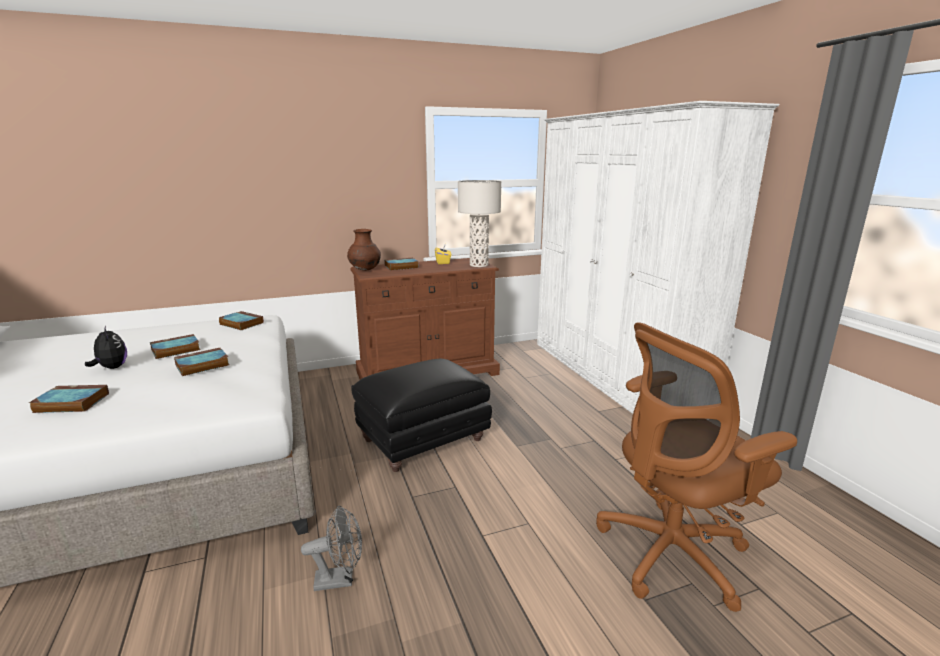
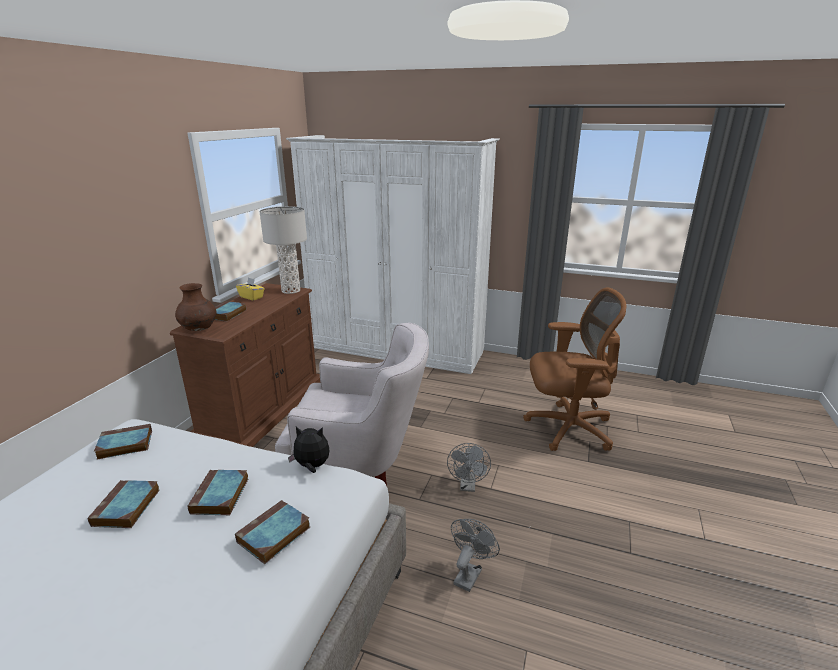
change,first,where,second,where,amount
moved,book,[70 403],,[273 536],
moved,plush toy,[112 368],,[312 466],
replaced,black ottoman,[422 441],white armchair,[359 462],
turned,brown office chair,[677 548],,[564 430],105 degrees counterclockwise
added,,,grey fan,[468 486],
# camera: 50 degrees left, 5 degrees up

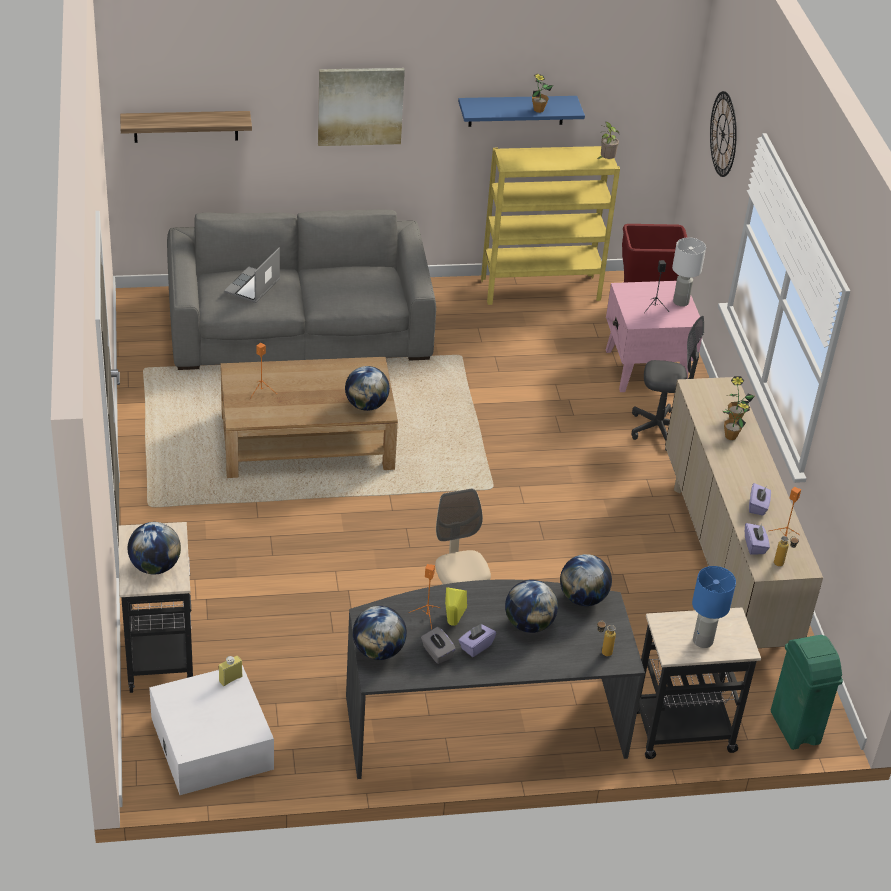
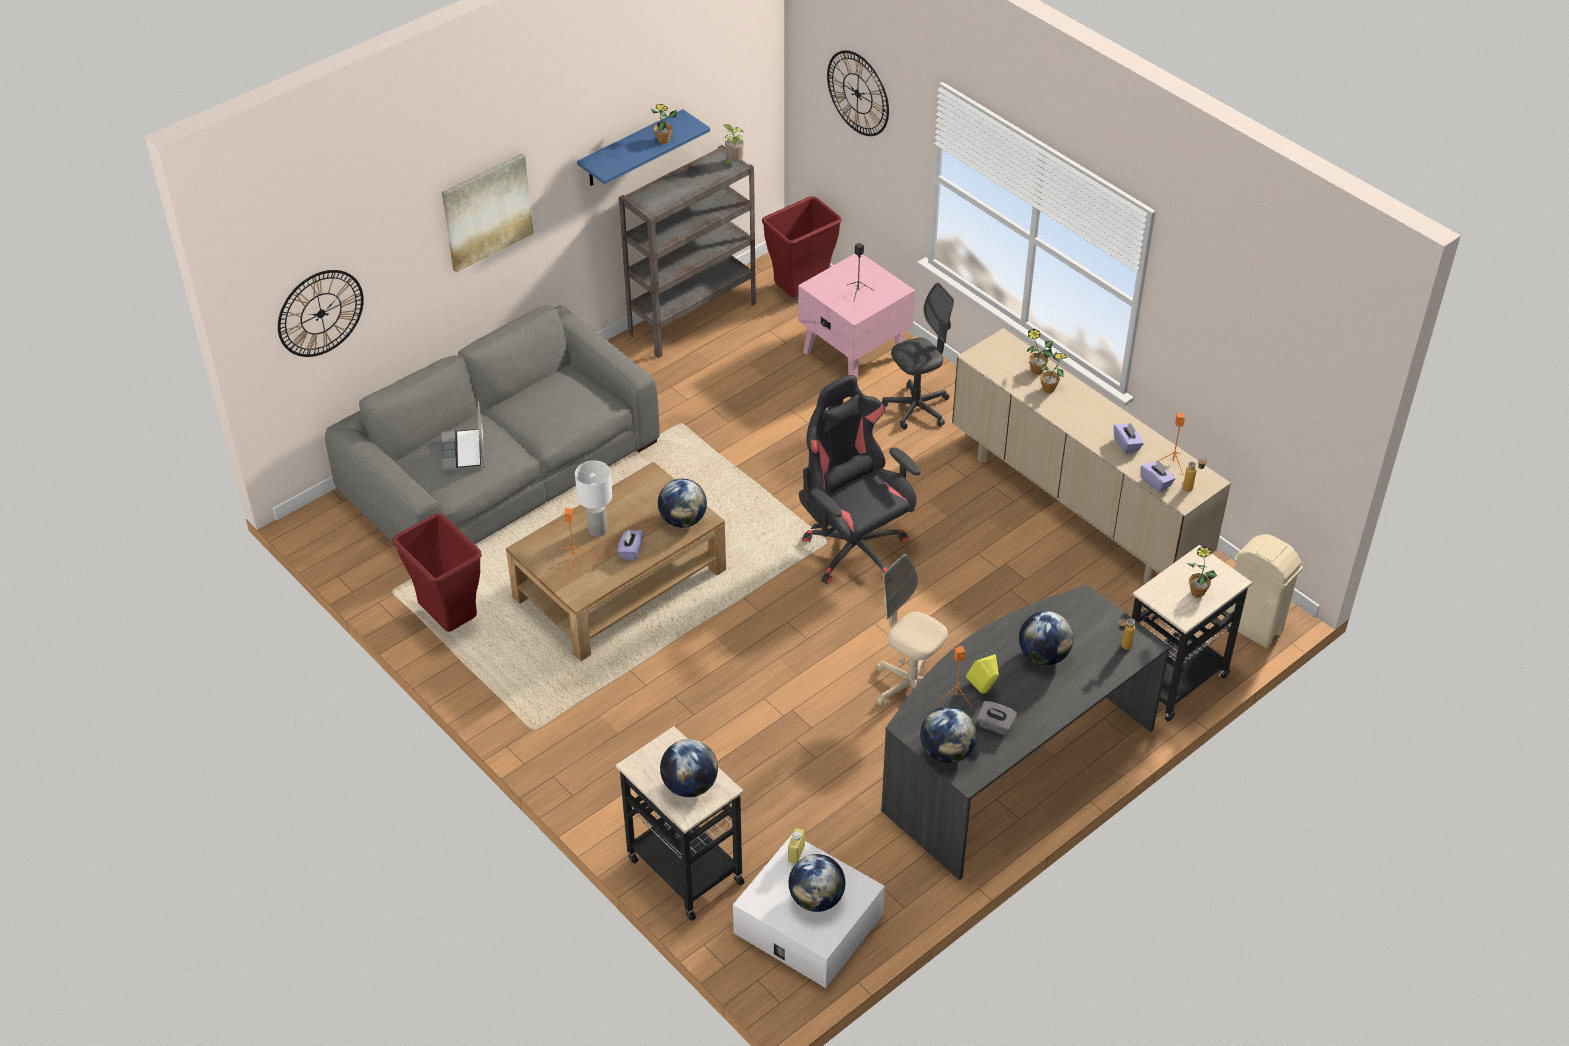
change,first,where,second,where,amount
replaced,shelf,[186 126],wall clock,[320 313],
moved,purple tissue box,[476 646],,[631 551],
recoloured,yellow bookcase,[540 289],grey bookcase,[692 318],
moved,globe,[583 598],,[816 898],
moved,white table lamp,[681 302],,[598 530],
replaced,blue table lamp,[702 641],potted plant,[1197 592],
recoloured,green trash can,[795 728],beige trash can,[1253 628],
added,,,red trash can,[448 621],
added,,,black office chair,[856 552],
# camera: 30 degrees left, 5 degrees up

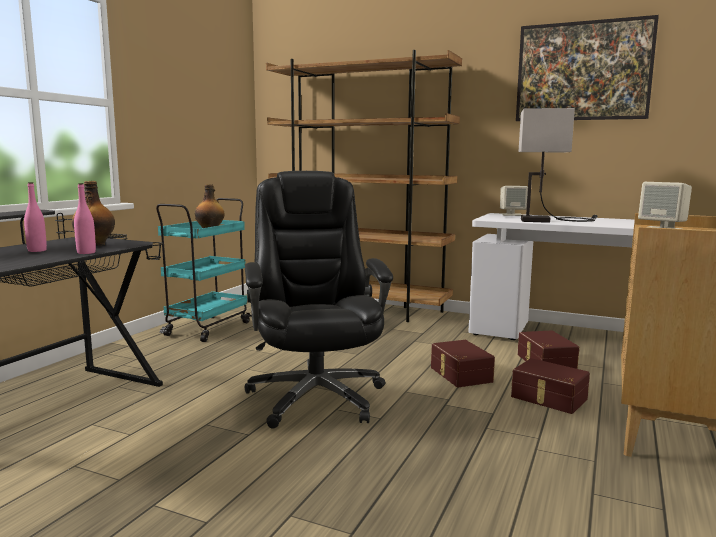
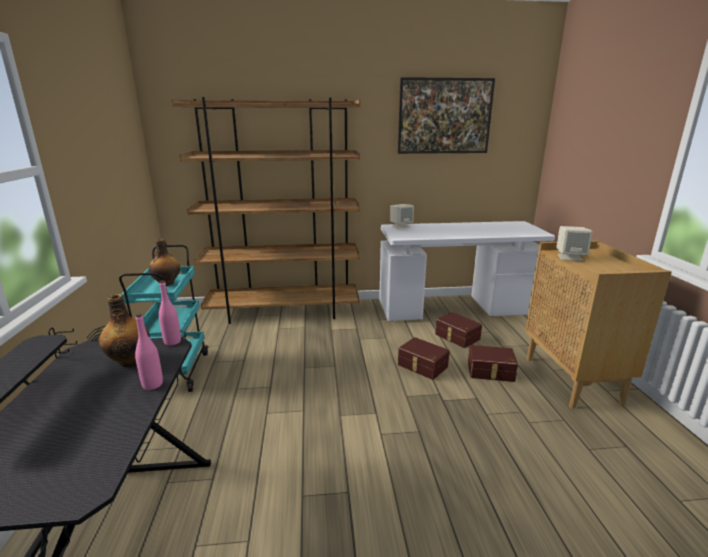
change,first,where,second,where,amount
moved,pink bottle,[37 250],,[172 342],
removed,black office chair,[316 396],,,
removed,table lamp,[553 220],,,
# camera: 30 degrees left, 10 degrees up

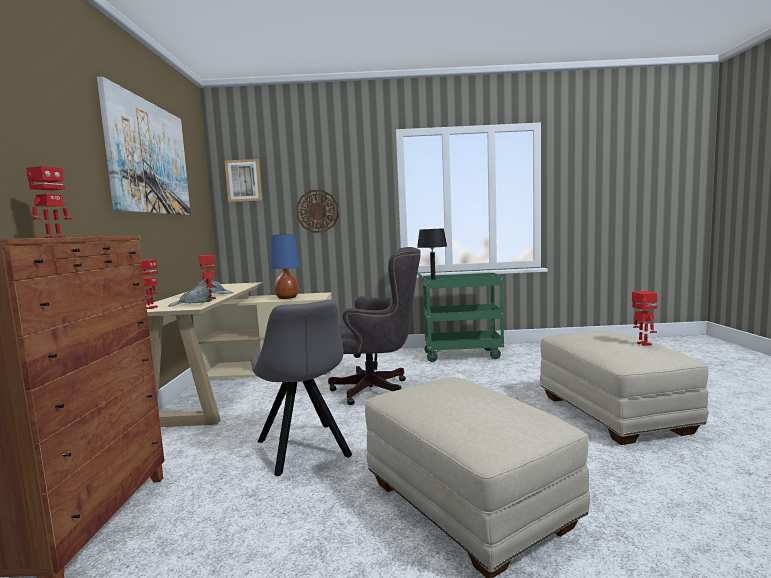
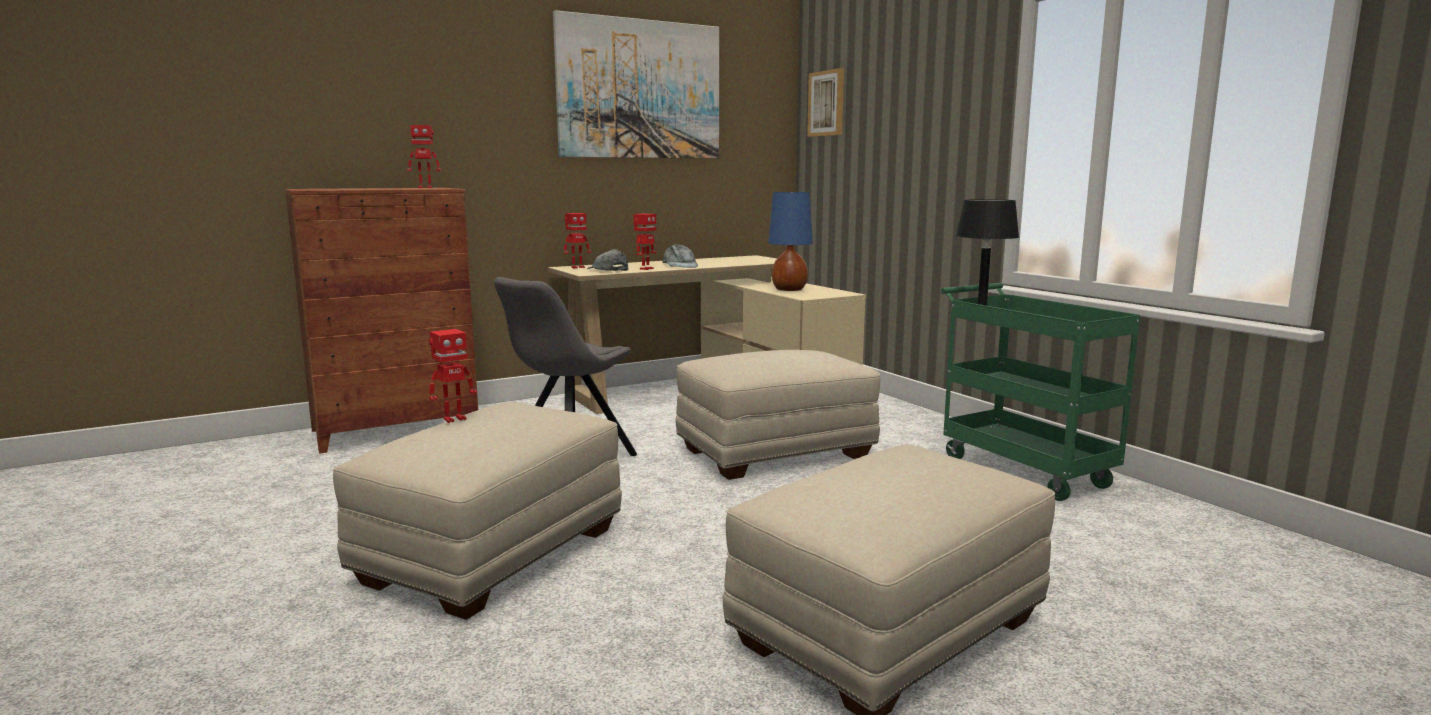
change,first,where,second,where,amount
removed,wall clock,[317 211],,,
replaced,grey office chair,[377 390],beige ottoman,[774 453],
moved,toy robot,[643 344],,[454 419],
# camera: 60 degrees right, 5 degrees up

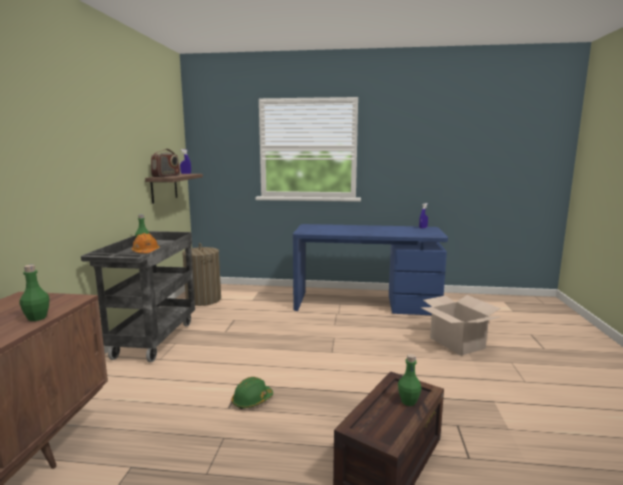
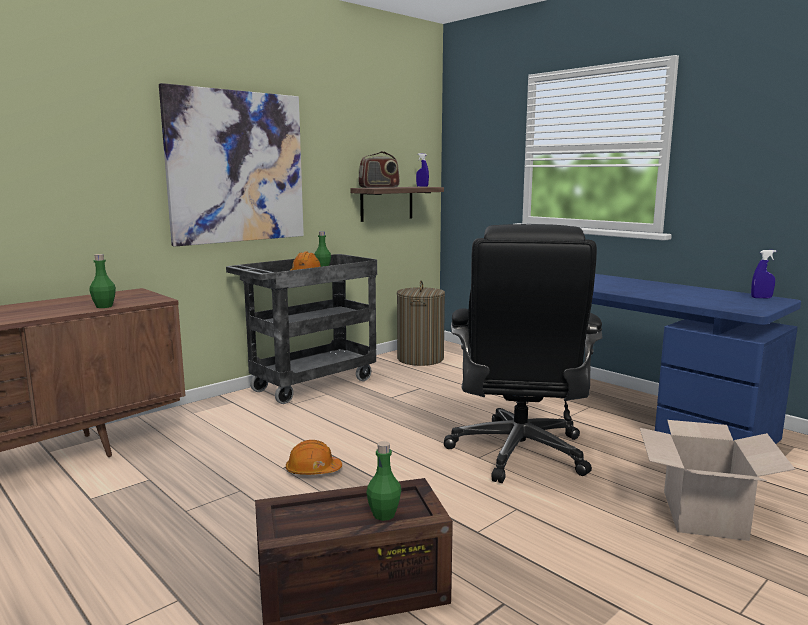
change,first,where,second,where,amount
recoloured,green hard hat,[252 400],orange hard hat,[313 470],
added,,,picture,[236 167],
added,,,black office chair,[519 452],
# camera: 40 degrees right, 0 degrees up

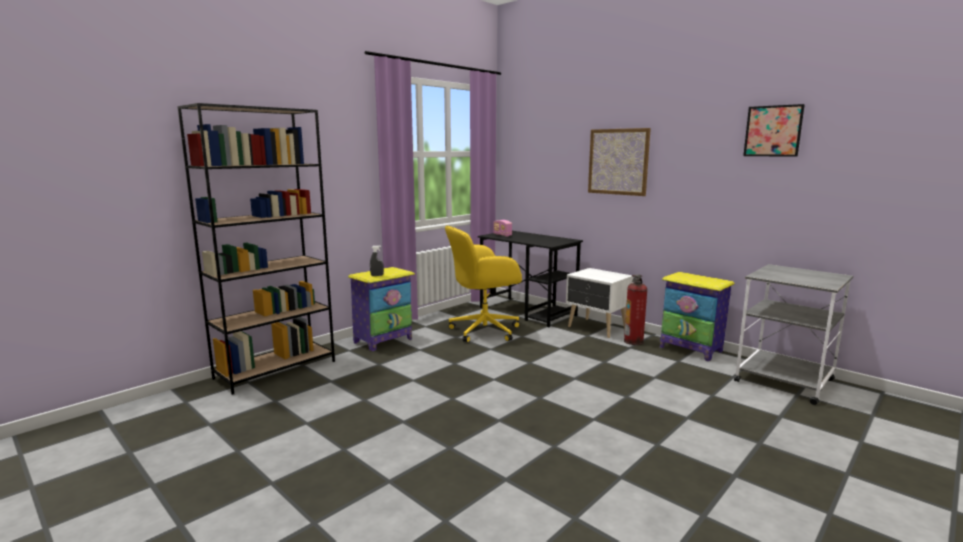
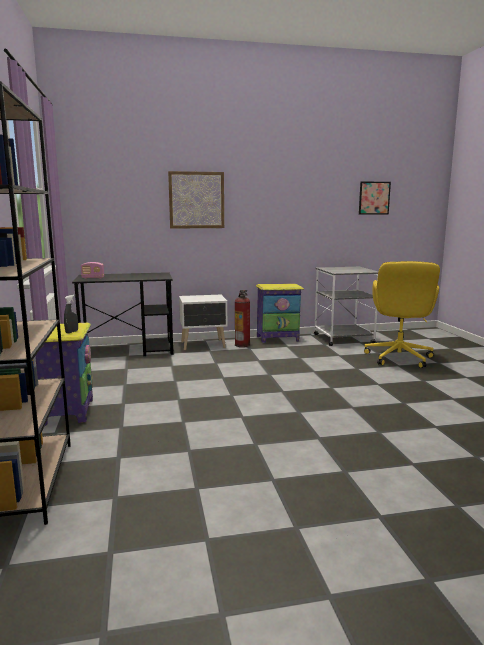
change,first,where,second,where,amount
moved,yellow office chair,[484 331],,[398 358],
moved,picture,[773 131],,[374 198],
# camera: 55 degrees left, 0 degrees up

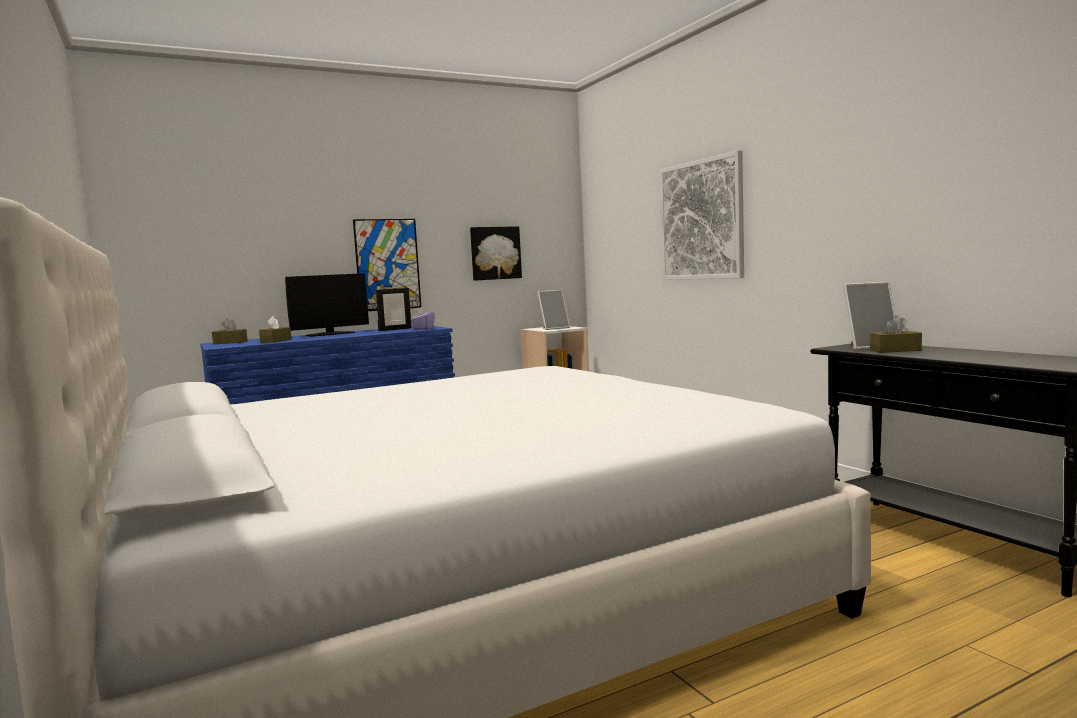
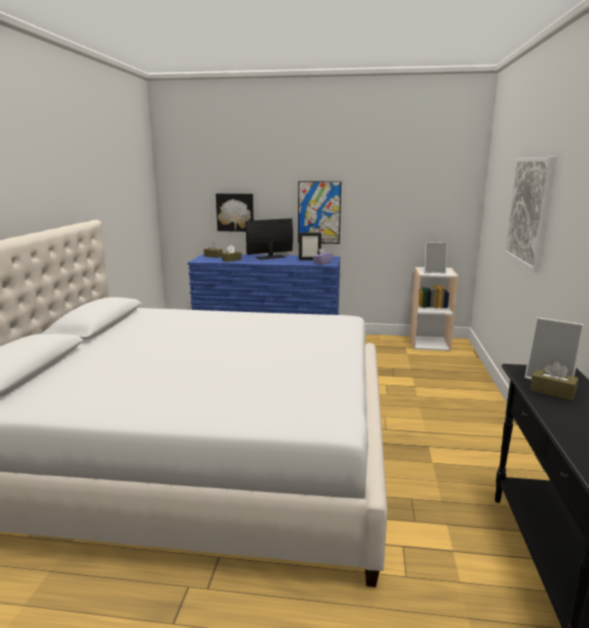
change,first,where,second,where,amount
turned,monitor,[330 334],,[270 257],150 degrees clockwise
moved,picture,[495 253],,[235 212],
# camera: 35 degrees right, 10 degrees up

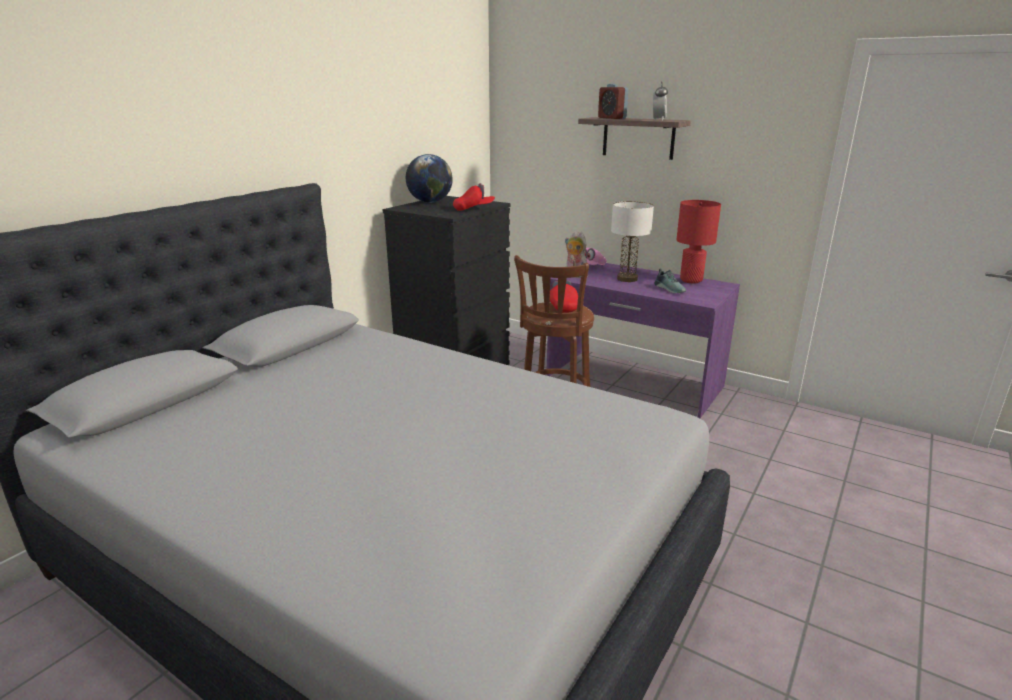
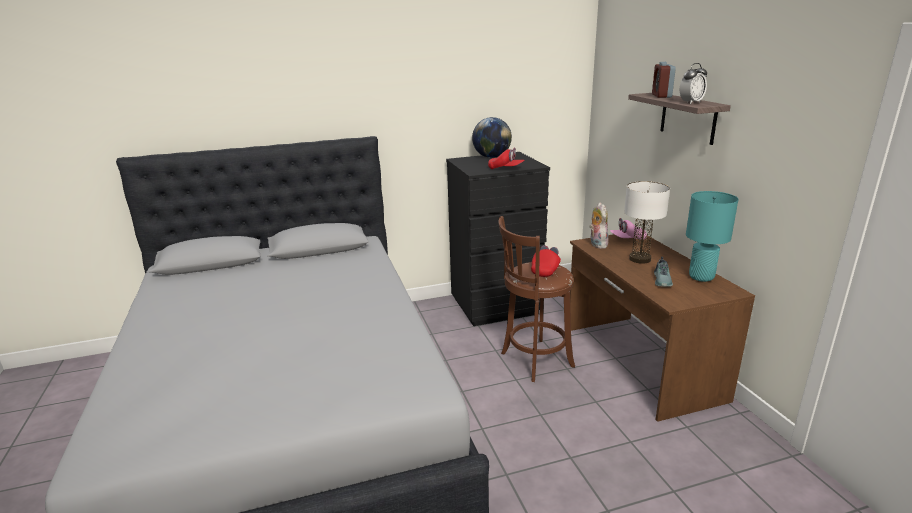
change,first,where,second,where,amount
recoloured,purple desk,[633 381],brown desk,[639 362],
recoloured,red table lamp,[691 281],turquoise table lamp,[701 278],
# camera: 40 degrees right, 0 degrees up

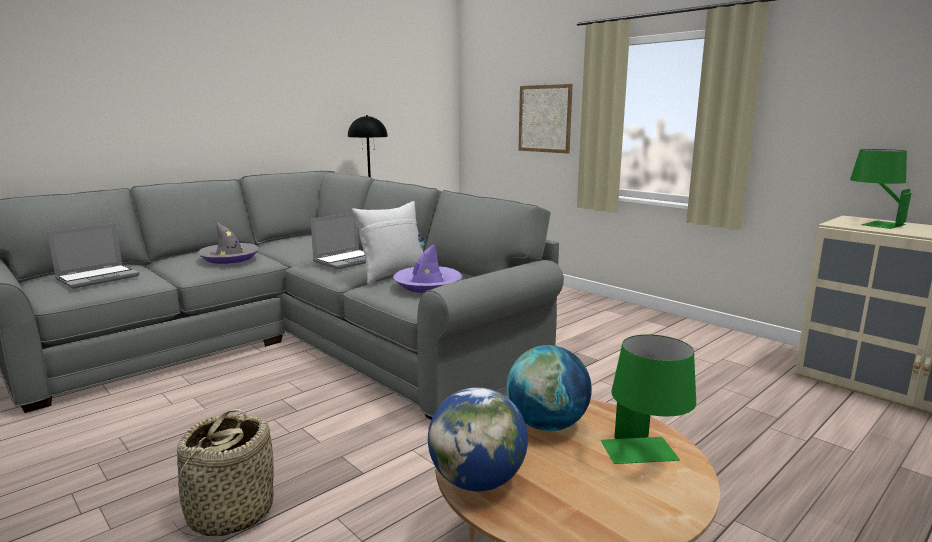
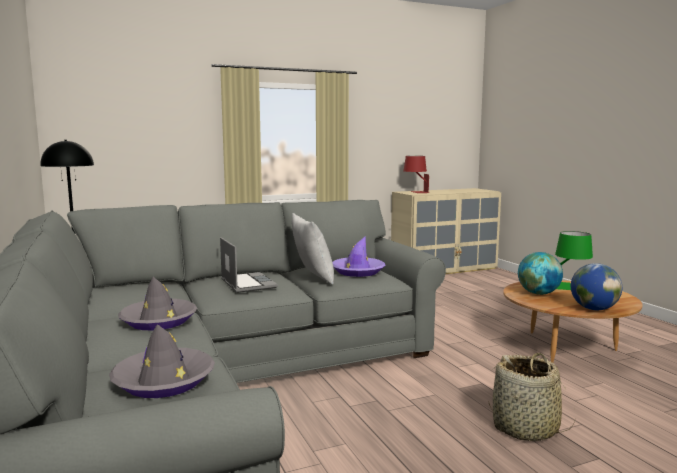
change,first,where,second,where,amount
replaced,laptop,[99 278],grey hat,[164 381],
removed,picture,[545 118],,,
recoloured,green table lamp,[873 223],red table lamp,[415 192],
# camera: 70 degrees left, 5 degrees down

